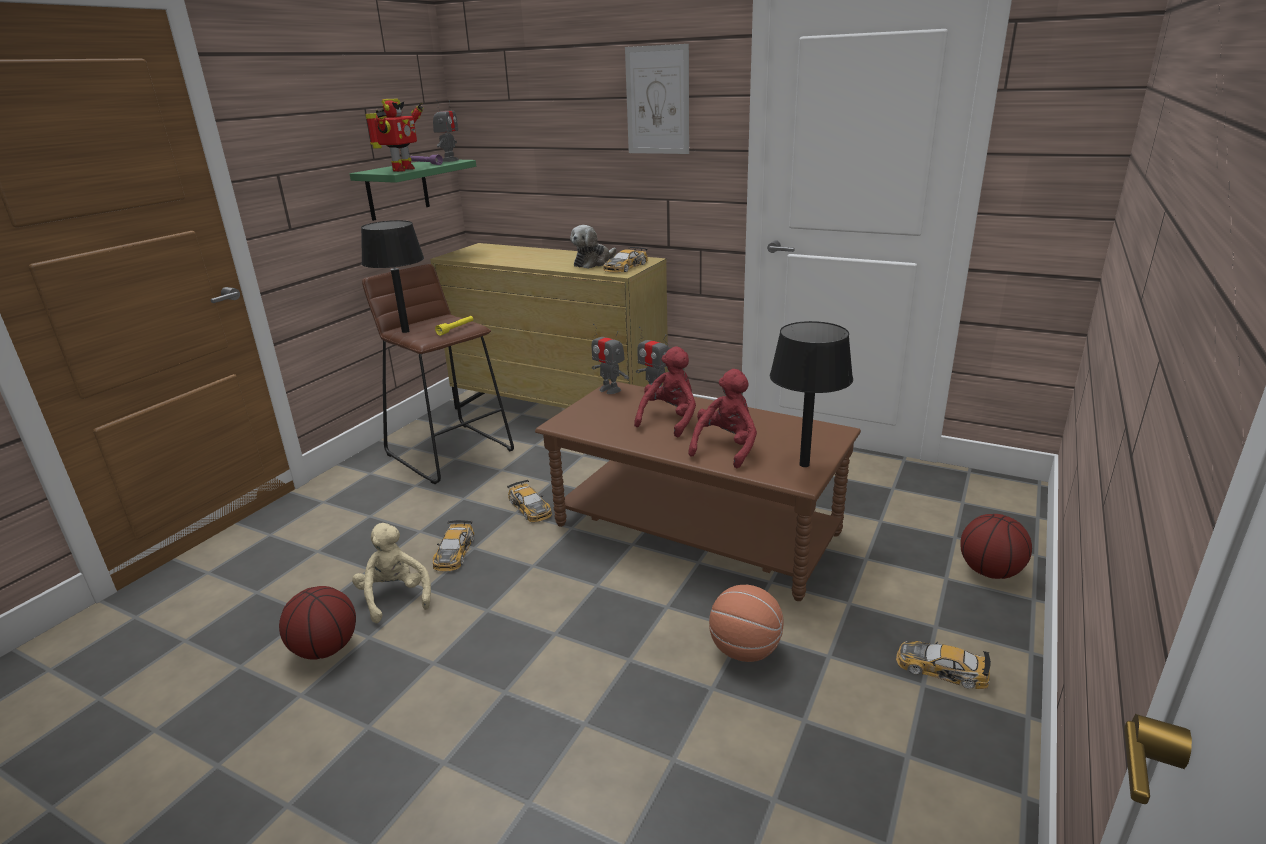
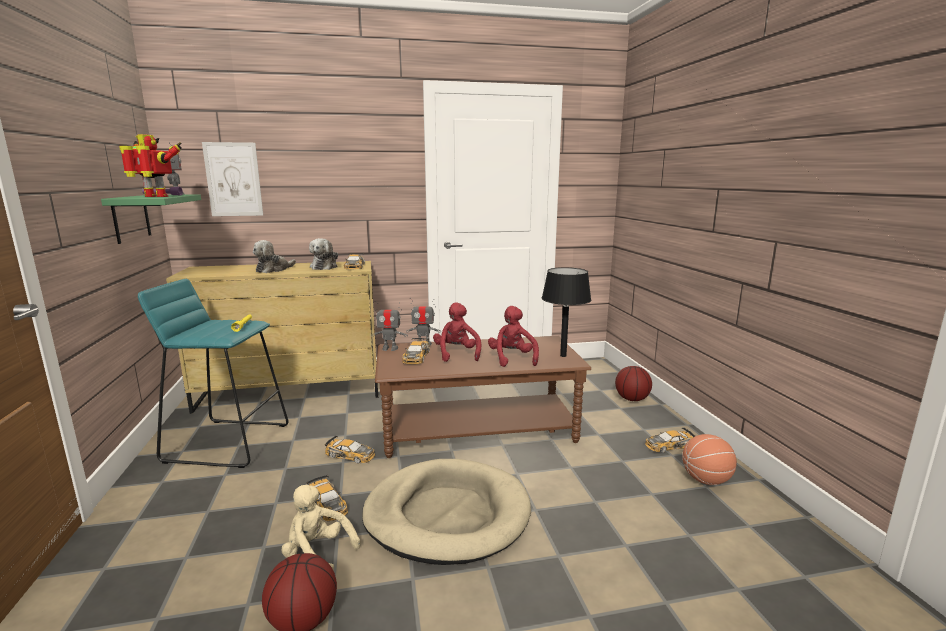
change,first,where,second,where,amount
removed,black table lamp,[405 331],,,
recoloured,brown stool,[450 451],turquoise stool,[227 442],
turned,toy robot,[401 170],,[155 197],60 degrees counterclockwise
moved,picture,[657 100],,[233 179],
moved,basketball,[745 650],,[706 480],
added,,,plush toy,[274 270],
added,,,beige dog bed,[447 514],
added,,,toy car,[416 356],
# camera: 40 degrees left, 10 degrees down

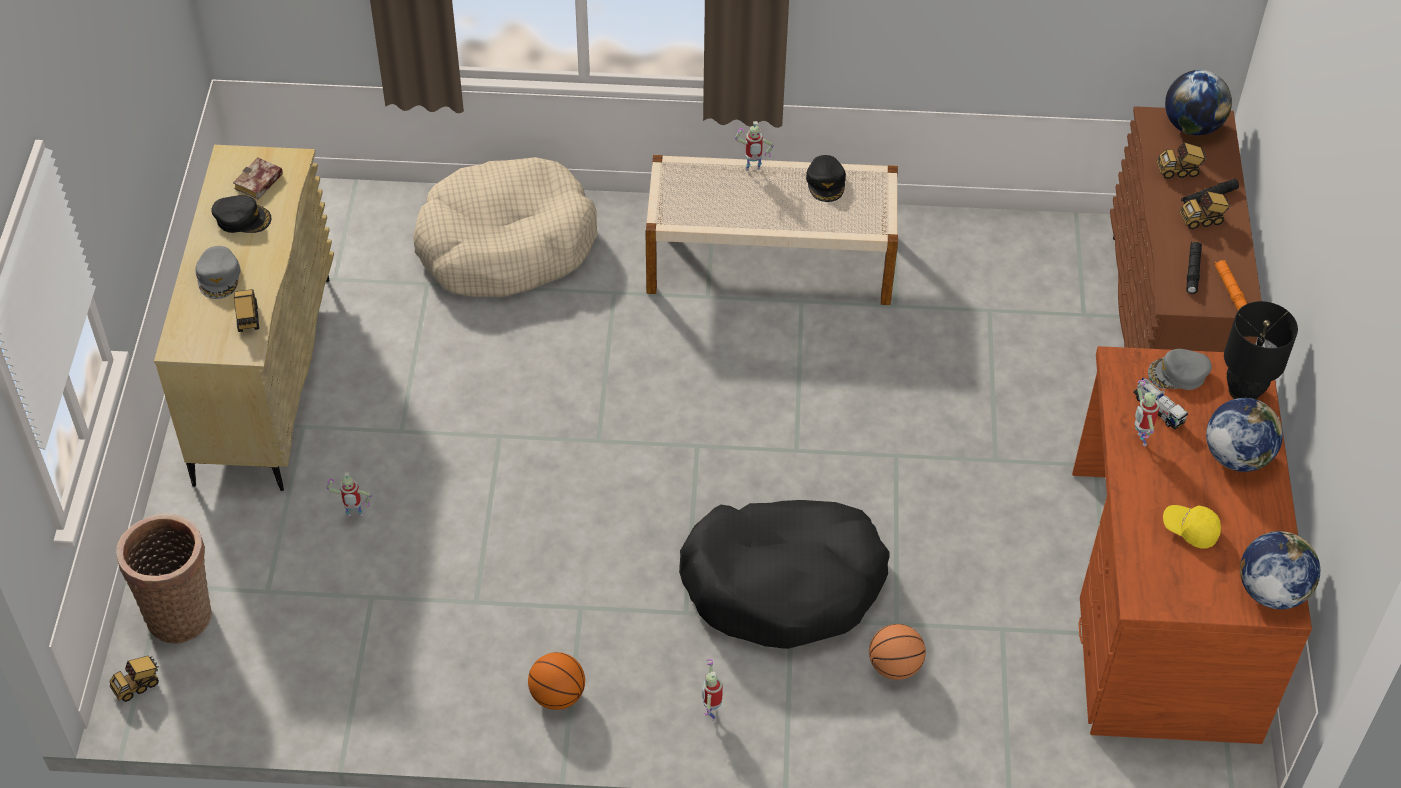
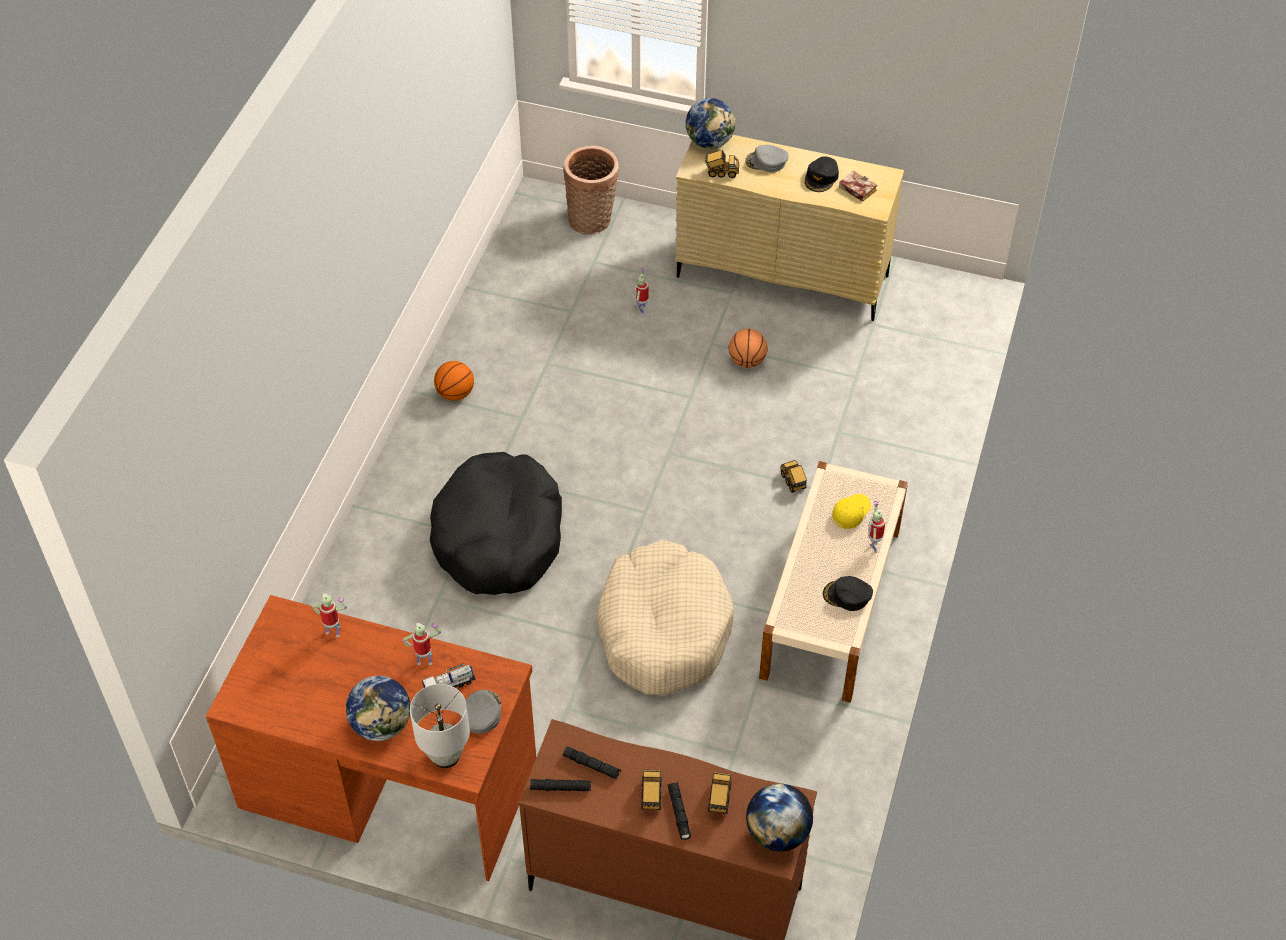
change,first,where,second,where,amount
moved,toy truck,[138 685],,[793 482],
moved,beige dog bed,[505 245],,[663 629],
moved,toy robot,[711 712],,[334 632],
moved,basketball,[894 666],,[747 361],
moved,yellow cap,[1190 530],,[851 514],
recoloured,orange flashlight,[1230 289],black flashlight,[560 788],
recoloured,black table lamp,[1243 391],white table lamp,[446 755],
moved,globe,[1270 591],,[710 142],
# camera: 105 degrees right, 0 degrees up

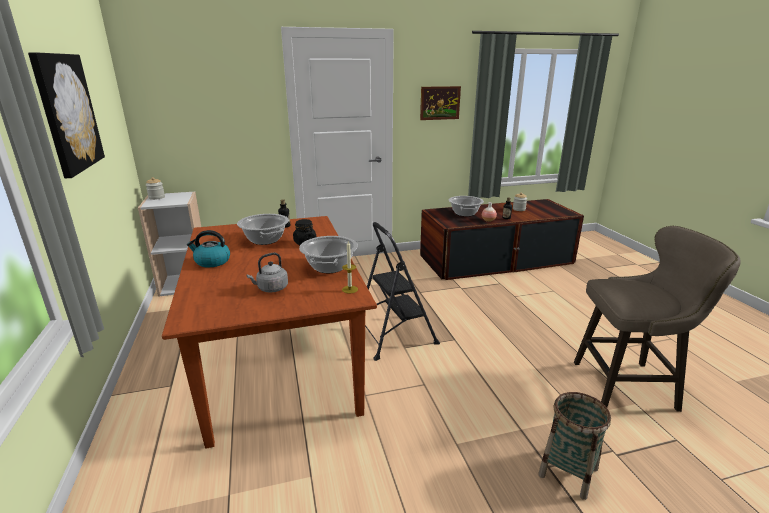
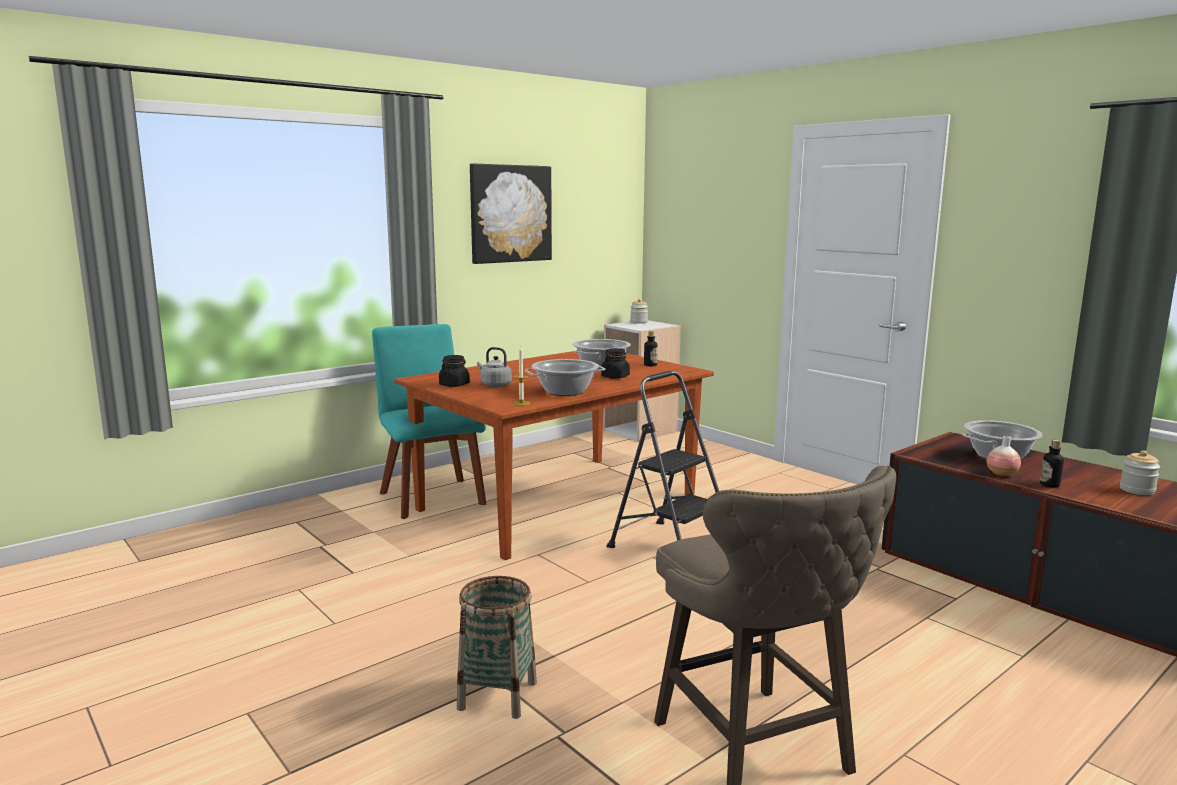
change,first,where,second,where,amount
removed,kettle,[212 262],,,
removed,picture,[440 103],,,
added,,,turquoise chair,[431 496],
added,,,black jar,[454 385],
# camera: 65 degrees right, 10 degrees down

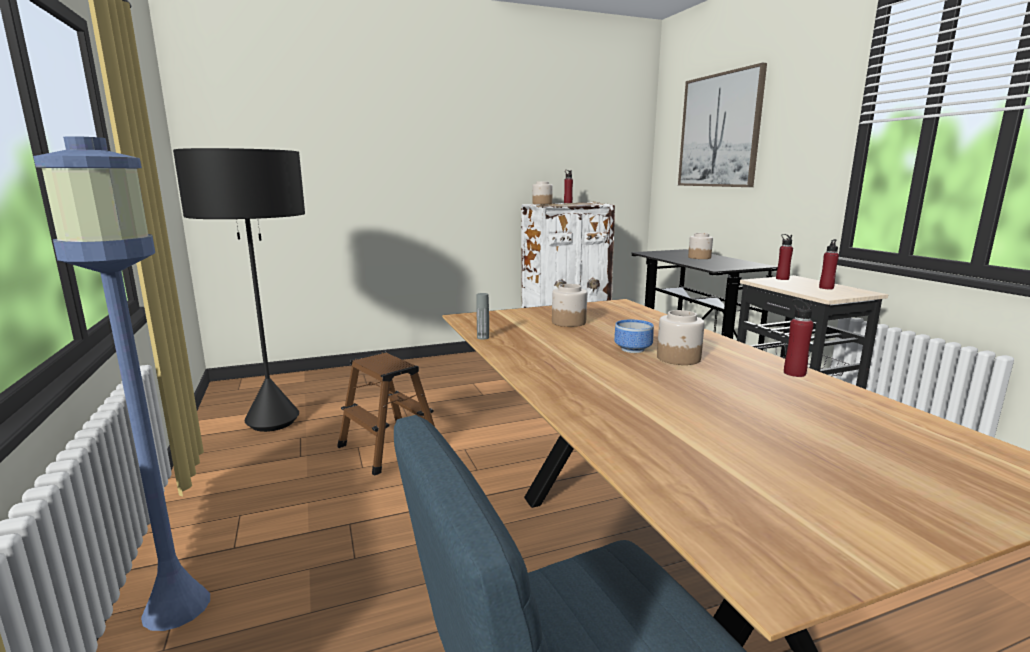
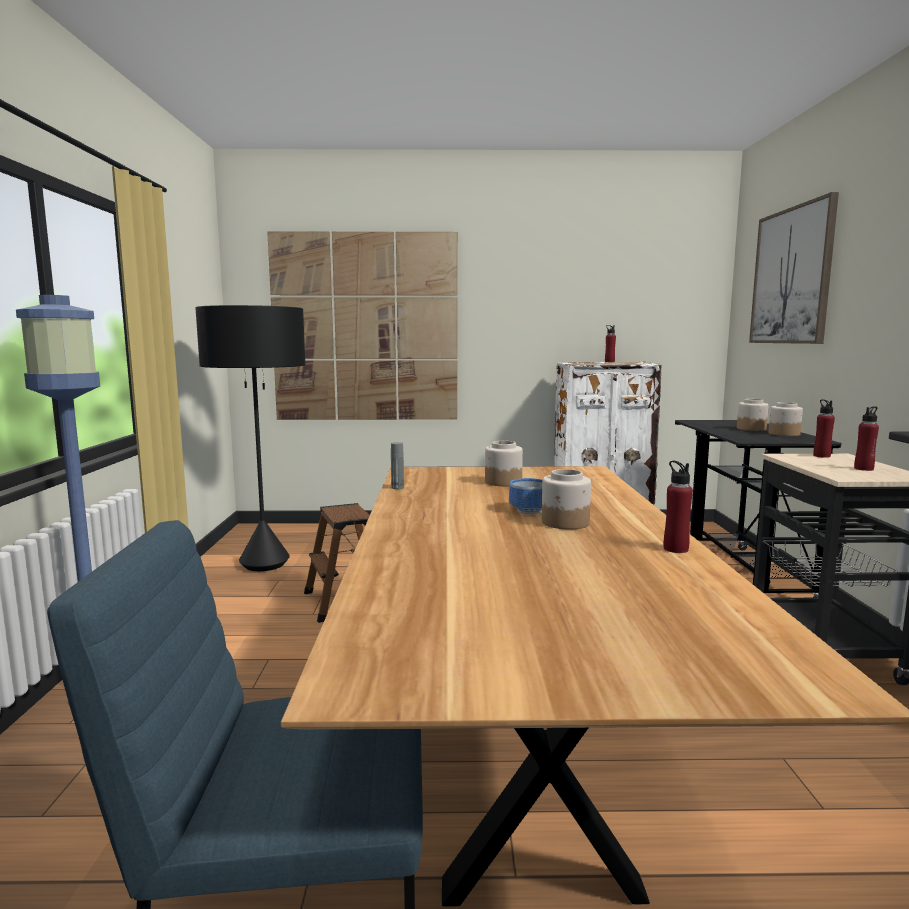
change,first,where,second,where,amount
moved,jar,[542 204],,[783 434],
added,,,picture,[365 328],
# camera: 20 degrees right, 5 degrees down

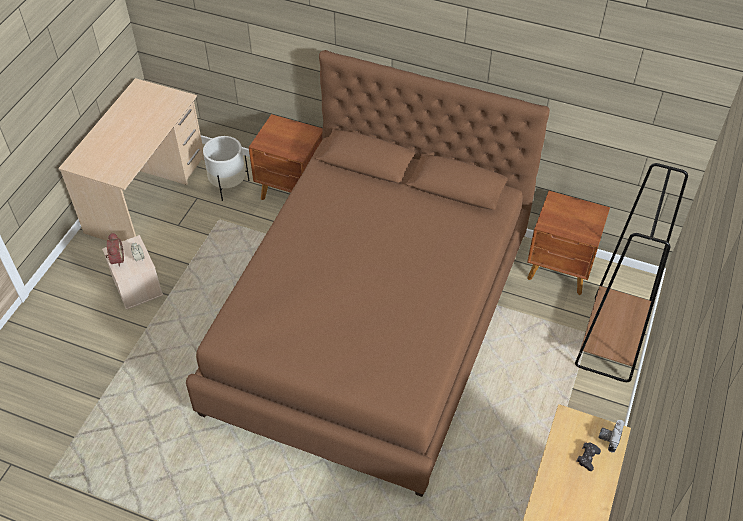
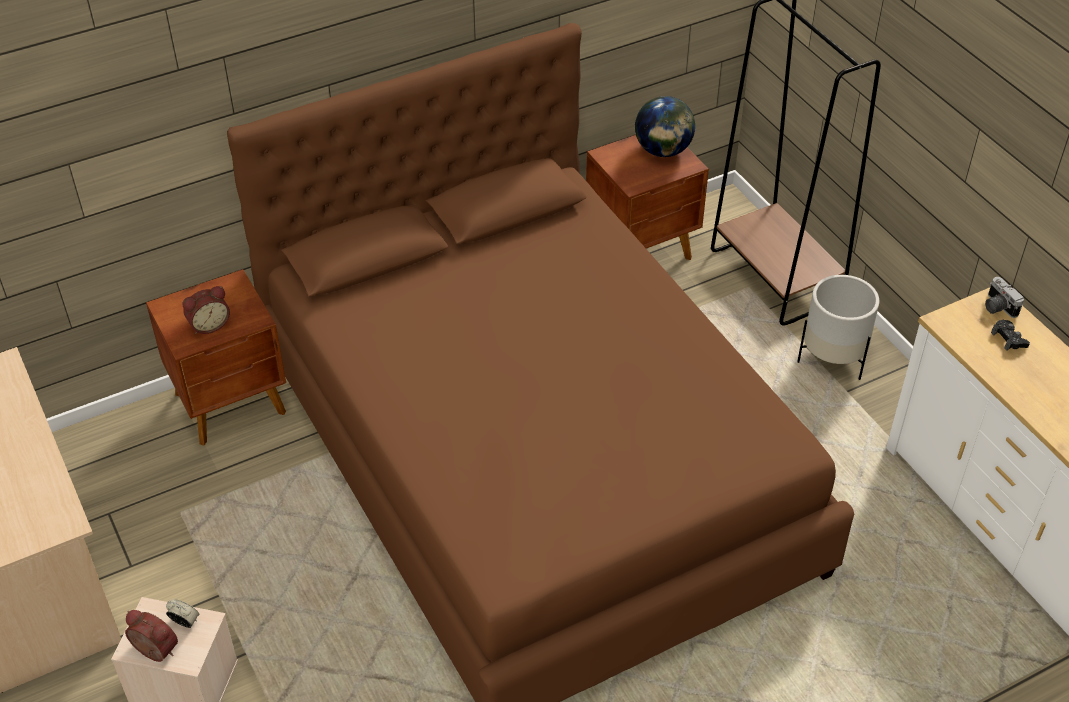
change,first,where,second,where,amount
moved,white planter,[228 185],,[832 359],
added,,,alarm clock,[209 324],
added,,,globe,[663 151],
# camera: 50 degrees left, 5 degrees down

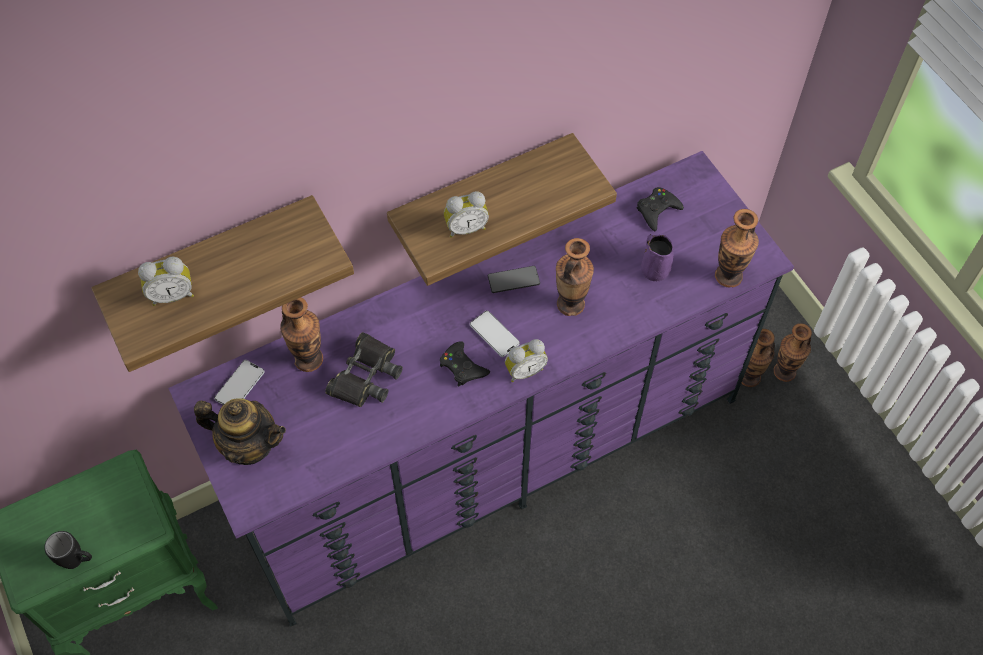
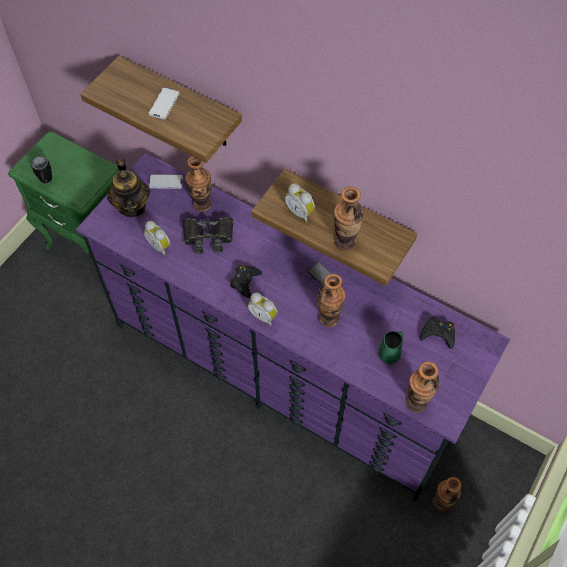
change,first,where,second,where,amount
moved,alarm clock,[172 294],,[160 246],
moved,phone,[494 334],,[164 104],
recoloured,purple mug,[654 269],green mug,[389 354],
moved,vase,[784 372],,[345 242],
# camera: 60 degrees right, 0 degrees up

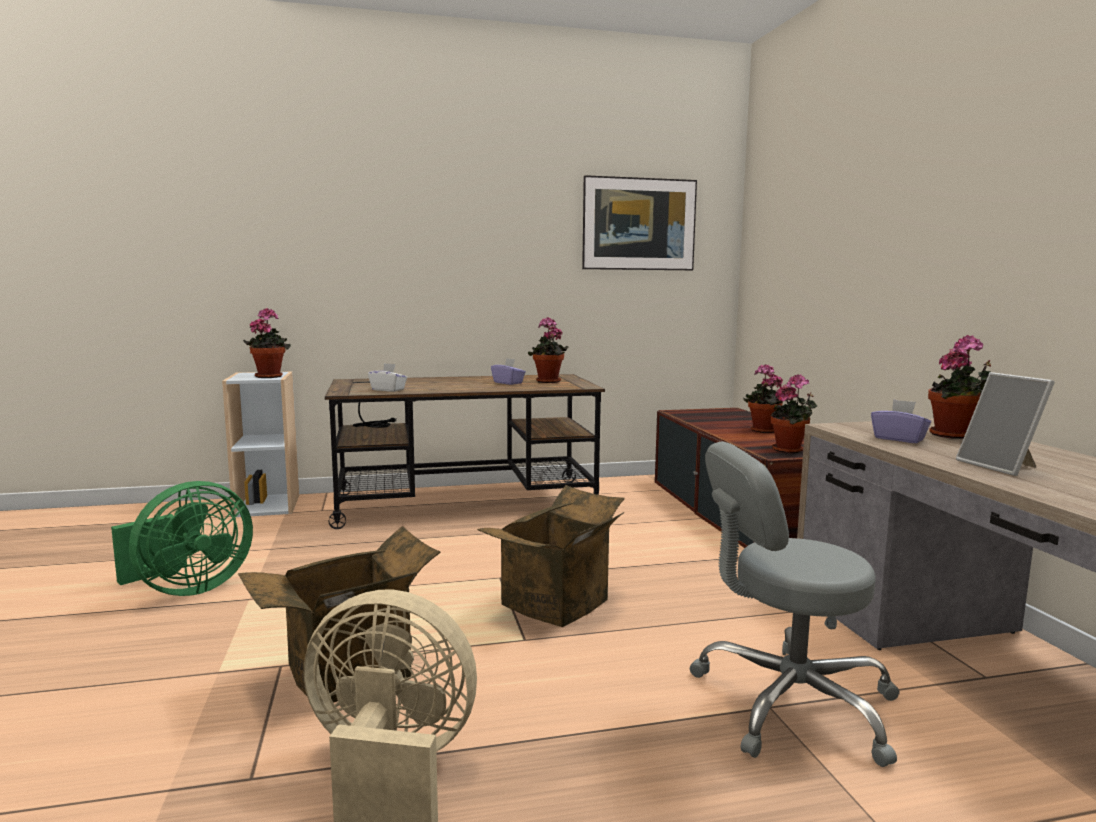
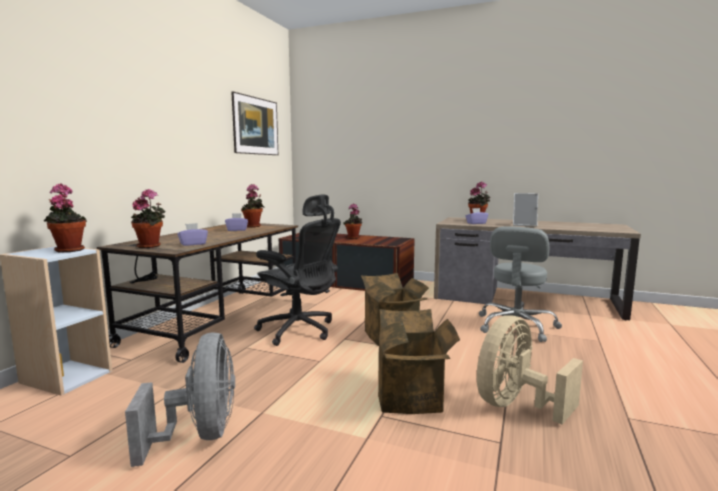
change,first,where,second,where,amount
recoloured,green fan,[188 589],grey fan,[200 435],
recoloured,white tissue box,[388 390],purple tissue box,[193 244],
moved,potted plant,[790 450],,[151 246],
added,,,office chair,[299 331],
# camera: 55 degrees left, 0 degrees up

